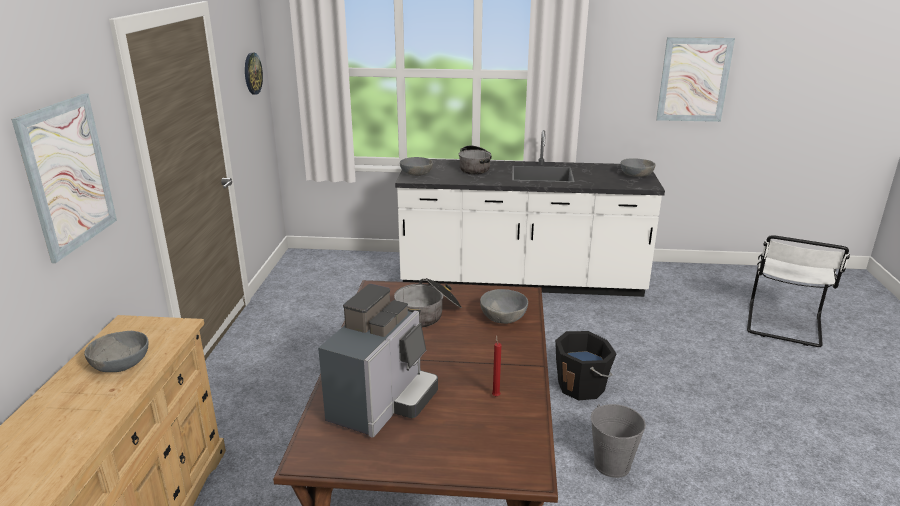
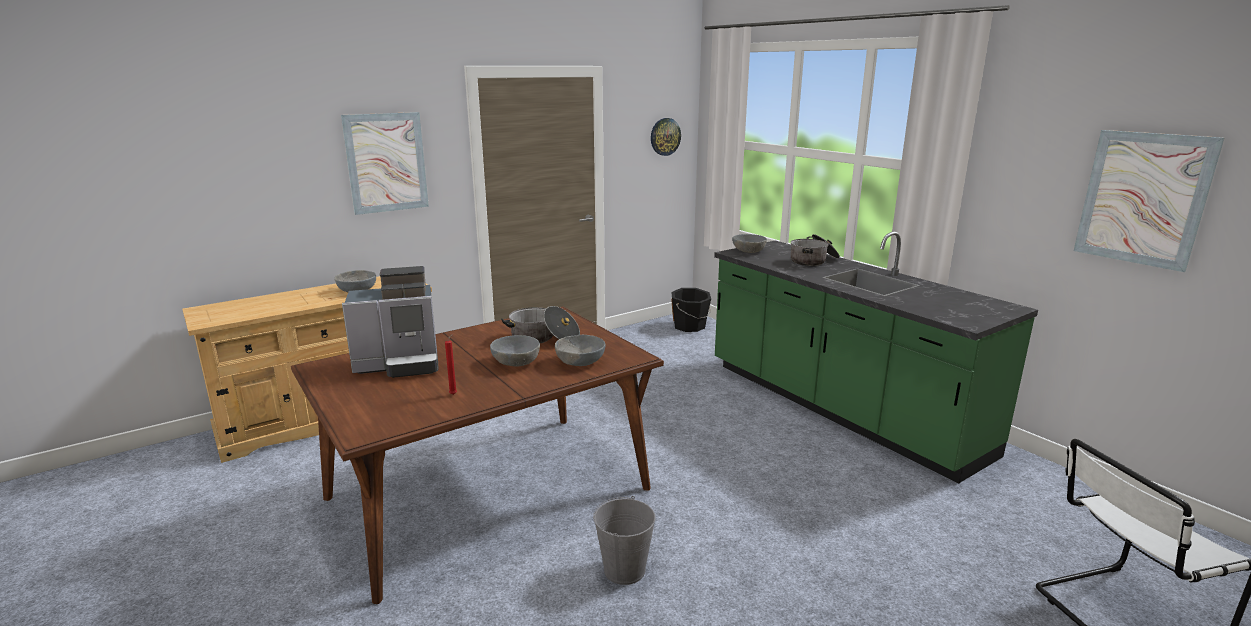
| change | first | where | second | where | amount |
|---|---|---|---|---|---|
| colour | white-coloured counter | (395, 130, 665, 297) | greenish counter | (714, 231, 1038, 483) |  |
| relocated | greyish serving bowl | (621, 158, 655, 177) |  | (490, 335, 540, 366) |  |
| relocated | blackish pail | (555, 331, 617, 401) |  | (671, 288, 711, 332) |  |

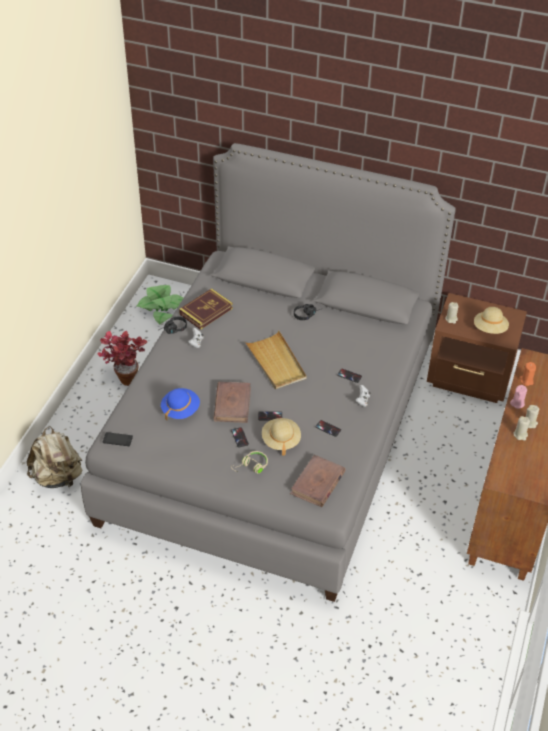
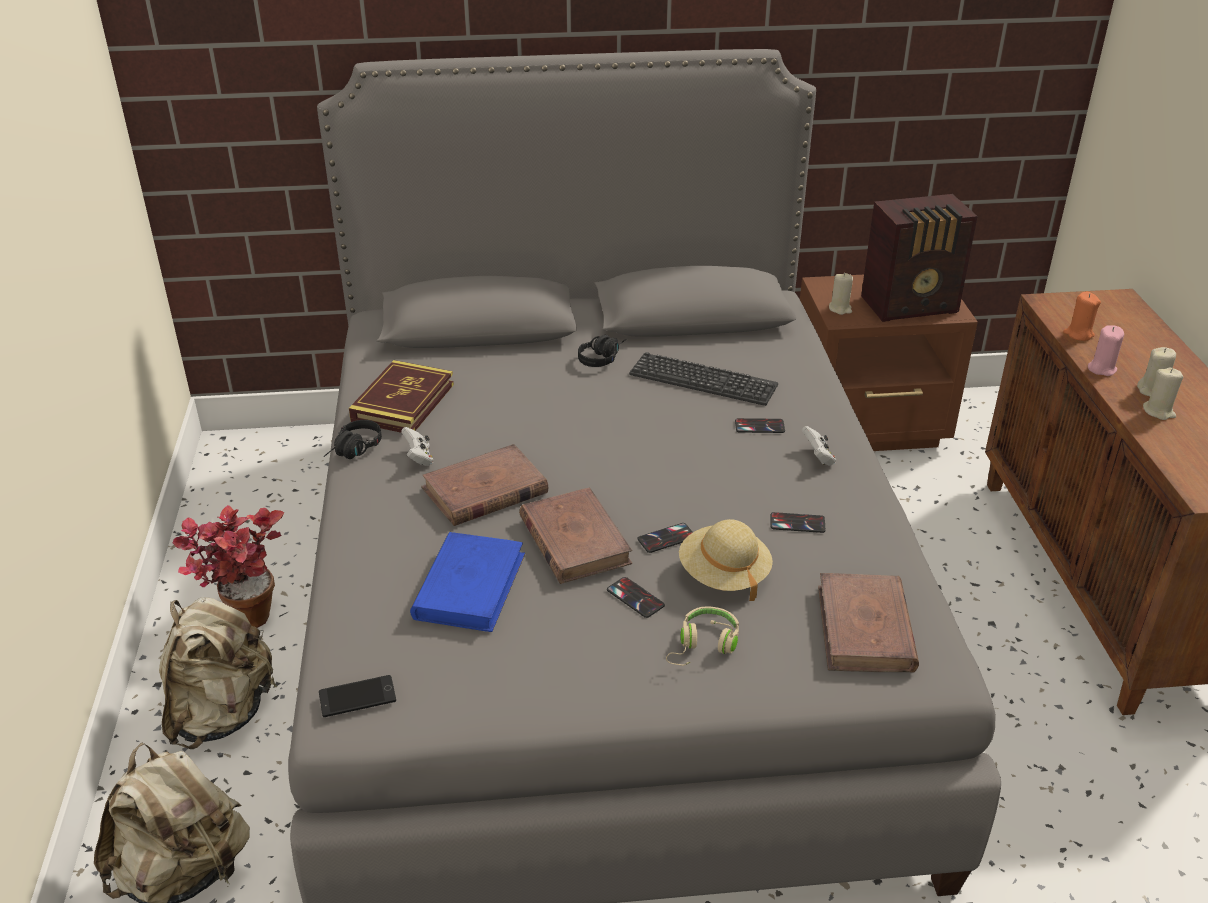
| change | first | where | second | where | amount |
|---|---|---|---|---|---|
| missing | potted plant | (137, 285, 184, 325) |  |  |  |
| exchanged | beige clothing hat | (474, 307, 509, 334) | radio receiver | (861, 194, 978, 322) |  |
| missing | beige carrying tray | (244, 331, 307, 389) |  |  |  |
| exchanged | bluish clothing hat | (161, 388, 200, 421) | bluish bound book | (410, 532, 525, 632) |  |
| appeared |  |  | PC keyboard | (629, 352, 778, 406) |  |
| appeared |  |  | brown-coloured bound book | (421, 444, 548, 526) |  |
| appeared |  |  | beige rucksack | (159, 597, 278, 749) |  |

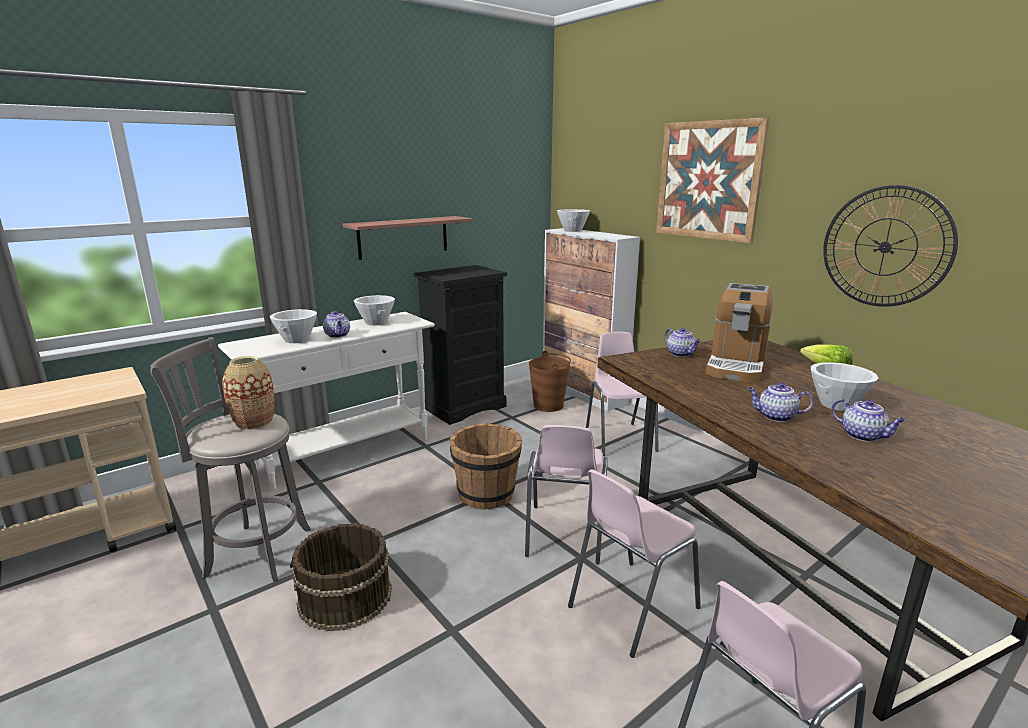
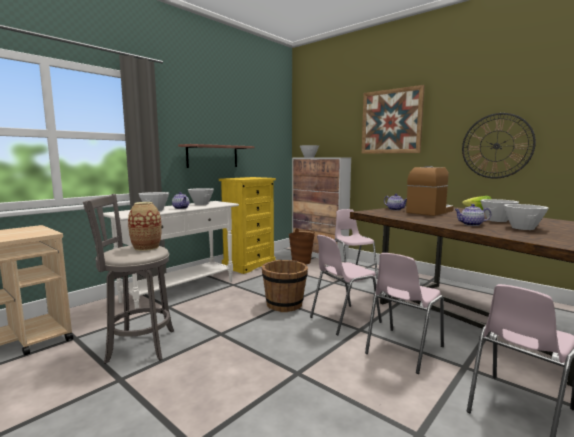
| change | first | where | second | where | amount |
|---|---|---|---|---|---|
| colour | blackish chest of drawers | (414, 265, 507, 425) | yellow-coloured chest of drawers | (219, 177, 276, 274) |  |
| spun | coffee maker | (706, 283, 773, 383) |  | (406, 166, 454, 216) | 150 degrees counterclockwise |
| exchanged | teapot | (831, 399, 906, 442) | white-coloured serving bowl | (504, 204, 548, 230) |  |
| spun | pink-coloured upright chair | (525, 425, 608, 564) |  | (310, 235, 382, 335) | 60 degrees clockwise |
| missing | brown-coloured pail | (290, 523, 392, 631) |  |  |  |

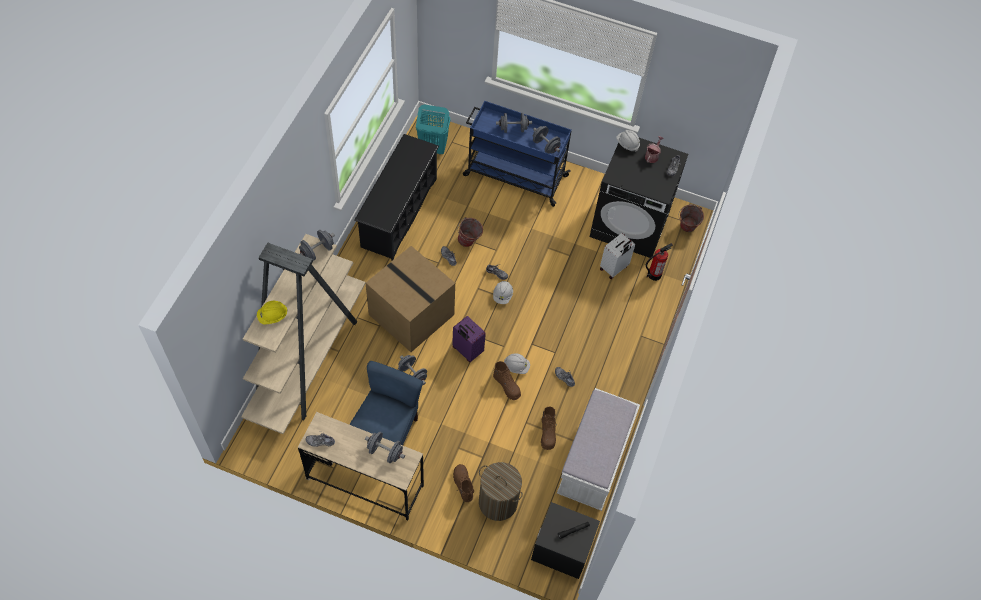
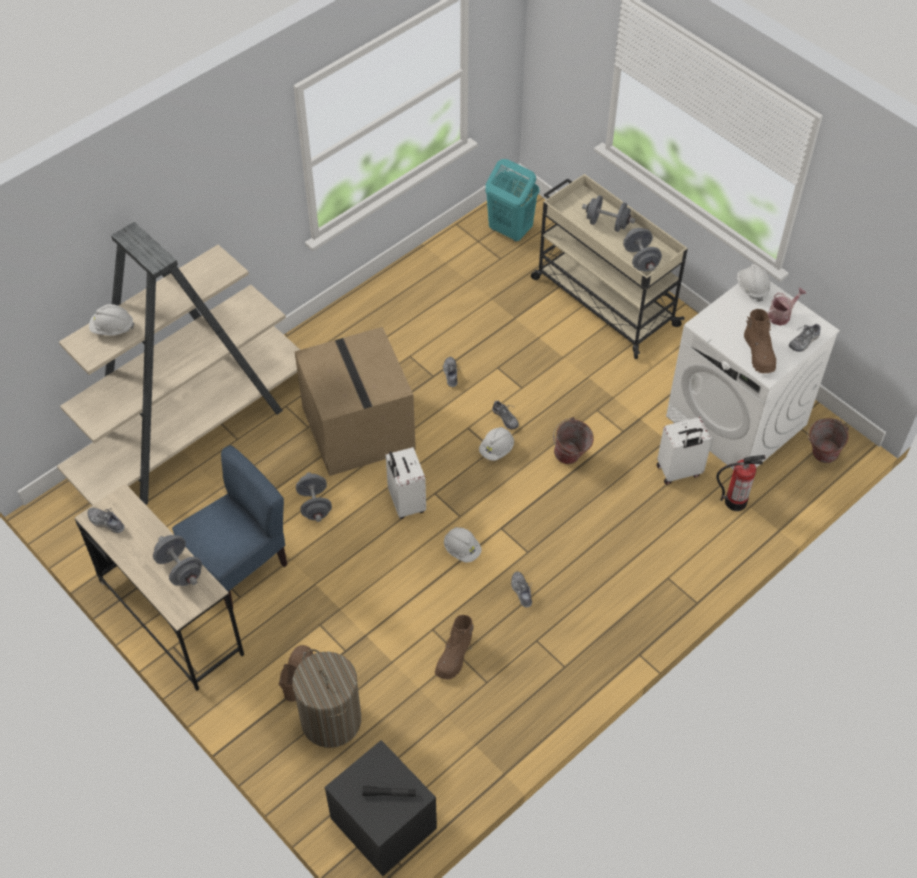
| change | first | where | second | where | amount |
|---|---|---|---|---|---|
| colour | bluish wheeled cart | (463, 101, 572, 207) | beige wheeled cart | (531, 174, 688, 359) |  |
| missing | blackish shoe stand | (354, 134, 439, 261) |  |  |  |
| colour | blackish washing machine | (590, 138, 688, 258) | white-coloured washing machine | (666, 281, 840, 470) |  |
| relocated | pail | (458, 217, 483, 247) |  | (553, 417, 594, 464) |  |
| missing | greyish dumbbell | (299, 230, 335, 261) |  |  |  |
| colour | yellow-coloured safety helmet | (257, 301, 288, 325) | white-coloured safety helmet | (89, 304, 134, 336) |  |
| colour | purplish travel case | (452, 316, 486, 362) | white-coloured travel case | (386, 447, 426, 519) |  |
| relocated | brown-coloured high-top boot | (493, 361, 521, 400) |  | (744, 309, 776, 373) |  |
| missing | white-coloured indoor bench | (557, 388, 640, 511) |  |  |  |

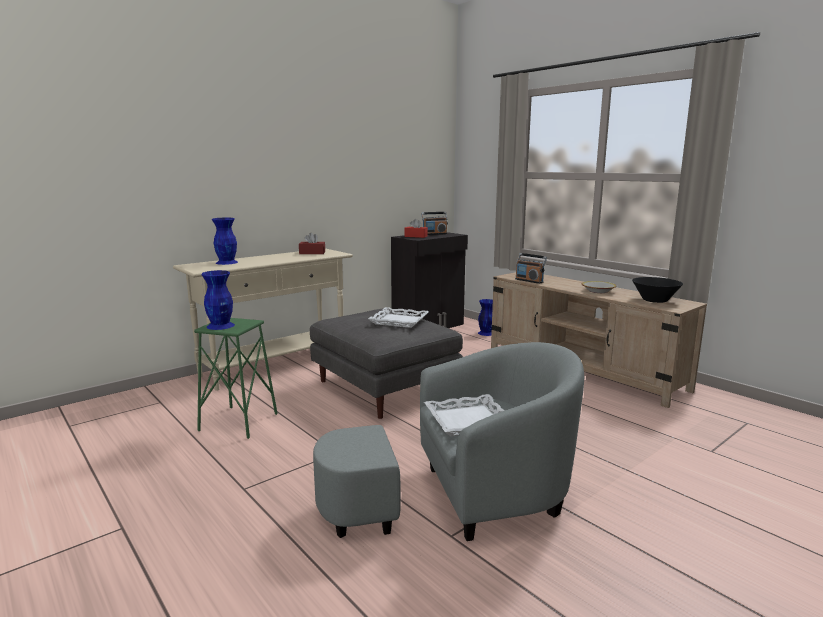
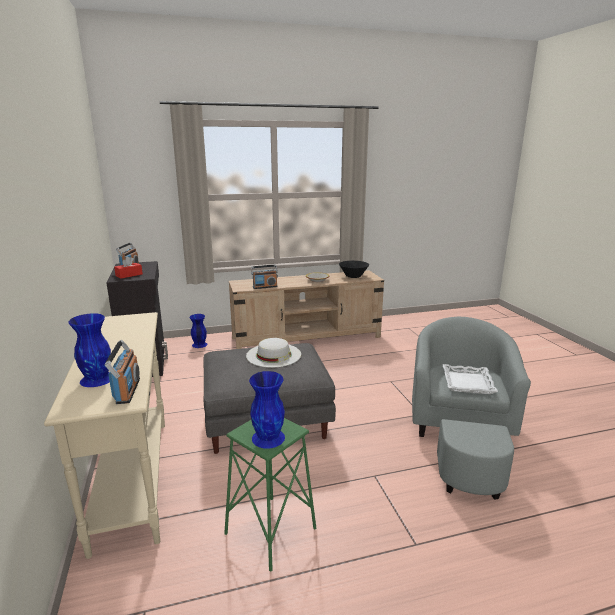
| change | first | where | second | where | amount |
|---|---|---|---|---|---|
| missing | red tissue holder | (299, 233, 325, 254) |  |  |  |
| exchanged | white-coloured carrying tray | (368, 307, 429, 328) | white-coloured clothing hat | (246, 338, 301, 368) |  |
| appeared |  |  | radio receiver | (105, 340, 140, 404) |  |

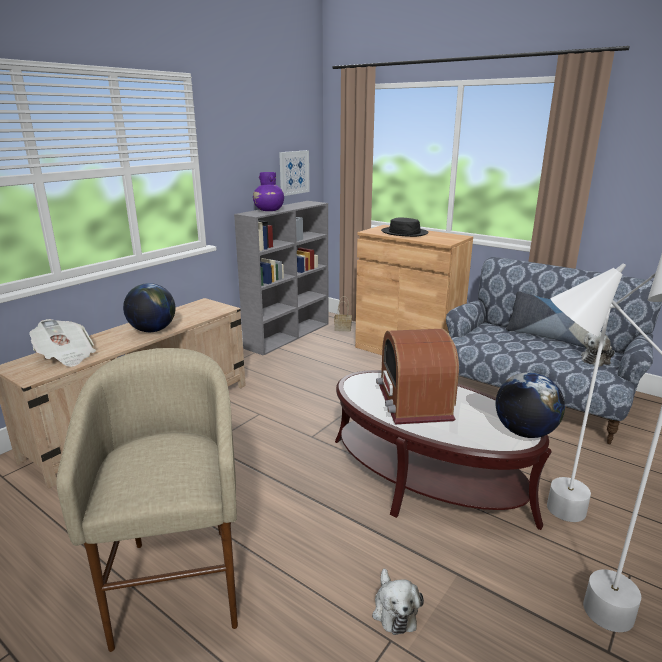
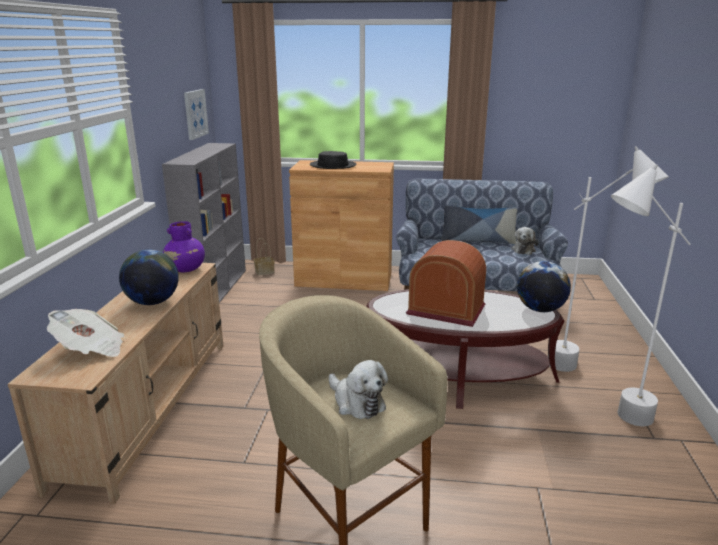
| change | first | where | second | where | amount |
|---|---|---|---|---|---|
| relocated | purplish flower vase | (253, 172, 284, 211) |  | (163, 221, 205, 272) |  |
| spun | radio receiver | (376, 329, 459, 424) |  | (406, 240, 486, 327) | 150 degrees clockwise |
| relocated | soft toy | (372, 569, 424, 635) |  | (329, 360, 388, 419) |  |

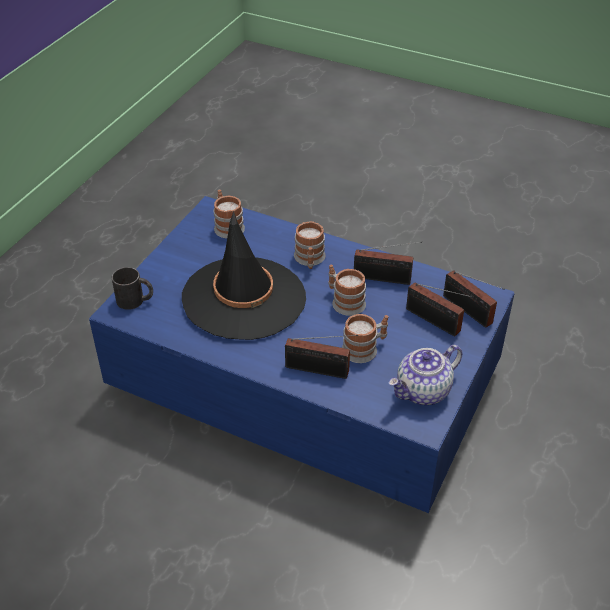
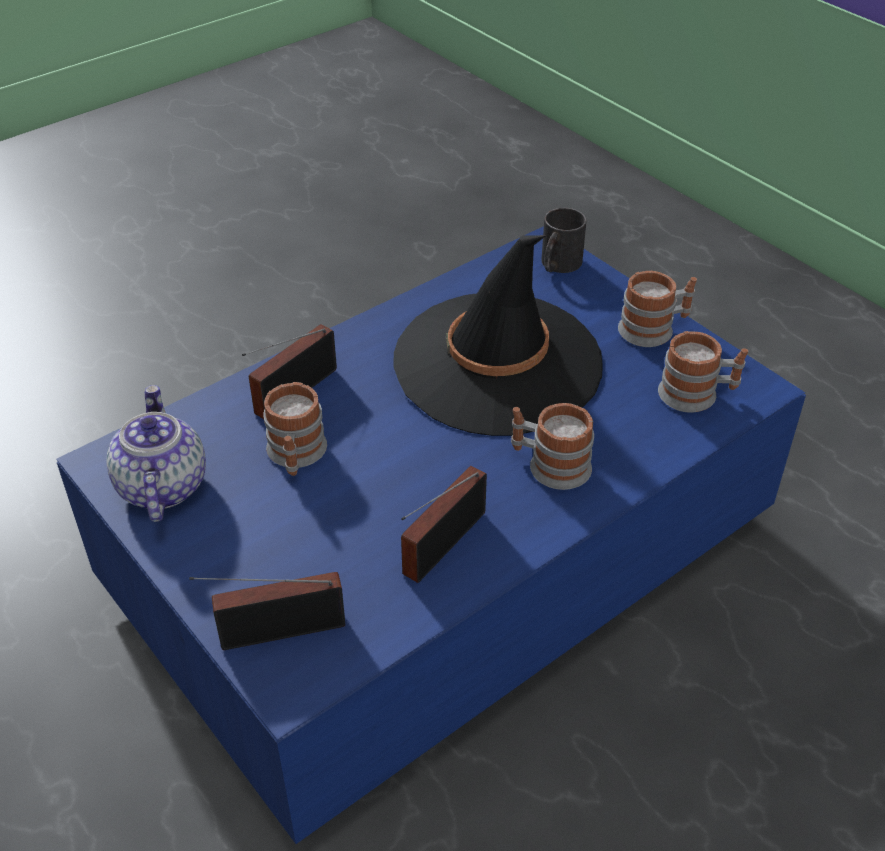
| change | first | where | second | where | amount |
|---|---|---|---|---|---|
| relocated | mug | (328, 265, 366, 316) |  | (618, 271, 697, 347) |  |
| missing | radio receiver | (406, 282, 472, 336) |  |  |  |

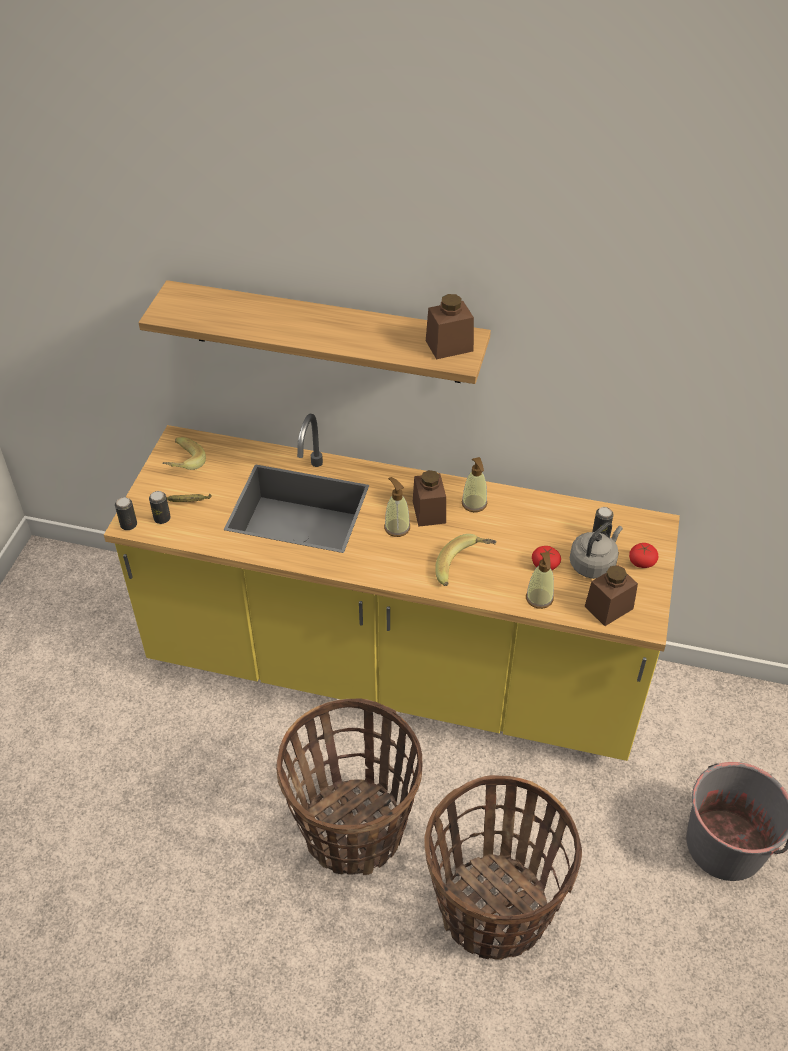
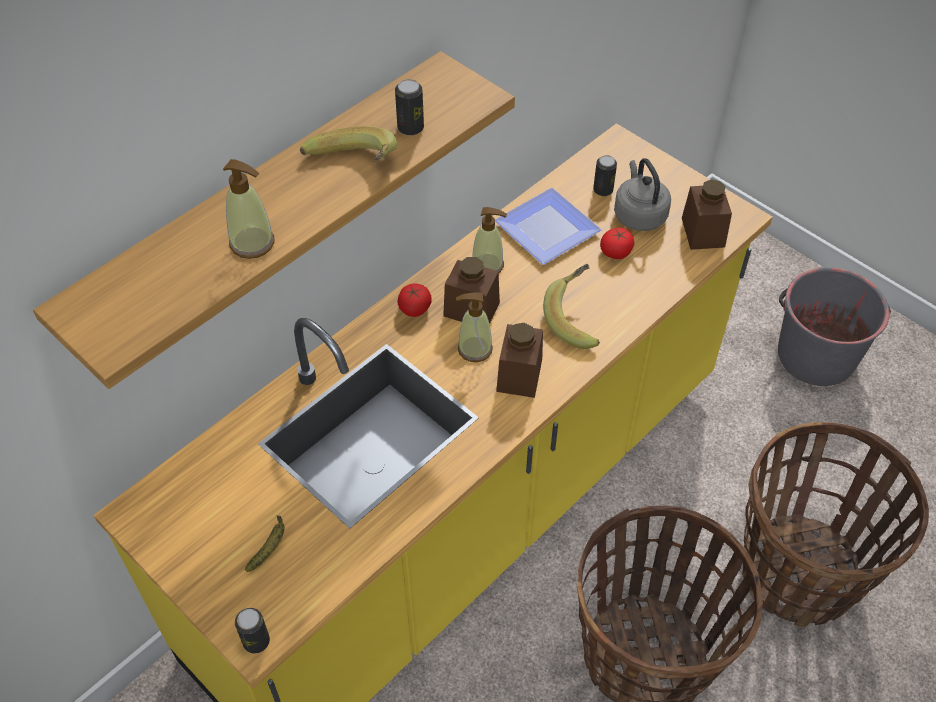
| change | first | where | second | where | amount |
|---|---|---|---|---|---|
| relocated | brown-coloured storage jar | (426, 294, 474, 359) |  | (496, 323, 543, 398) |  |
| relocated | banana fruit | (162, 437, 206, 470) |  | (300, 126, 397, 162) |  |
| relocated | sealed can | (149, 491, 171, 524) |  | (395, 79, 424, 136) |  |
| relocated | fresh tomato | (629, 543, 658, 568) |  | (398, 284, 432, 317) |  |
| relocated | soap dispenser | (526, 552, 554, 609) |  | (223, 159, 275, 259) |  |
| appeared |  |  | flat dish | (495, 188, 601, 265) |  |

